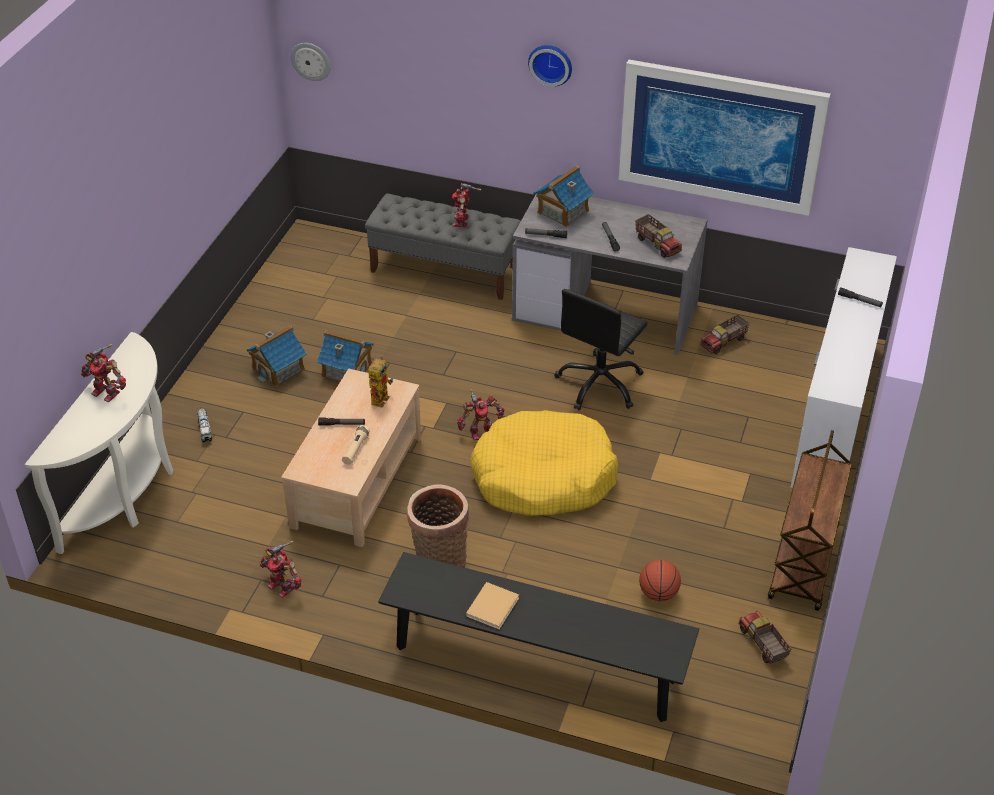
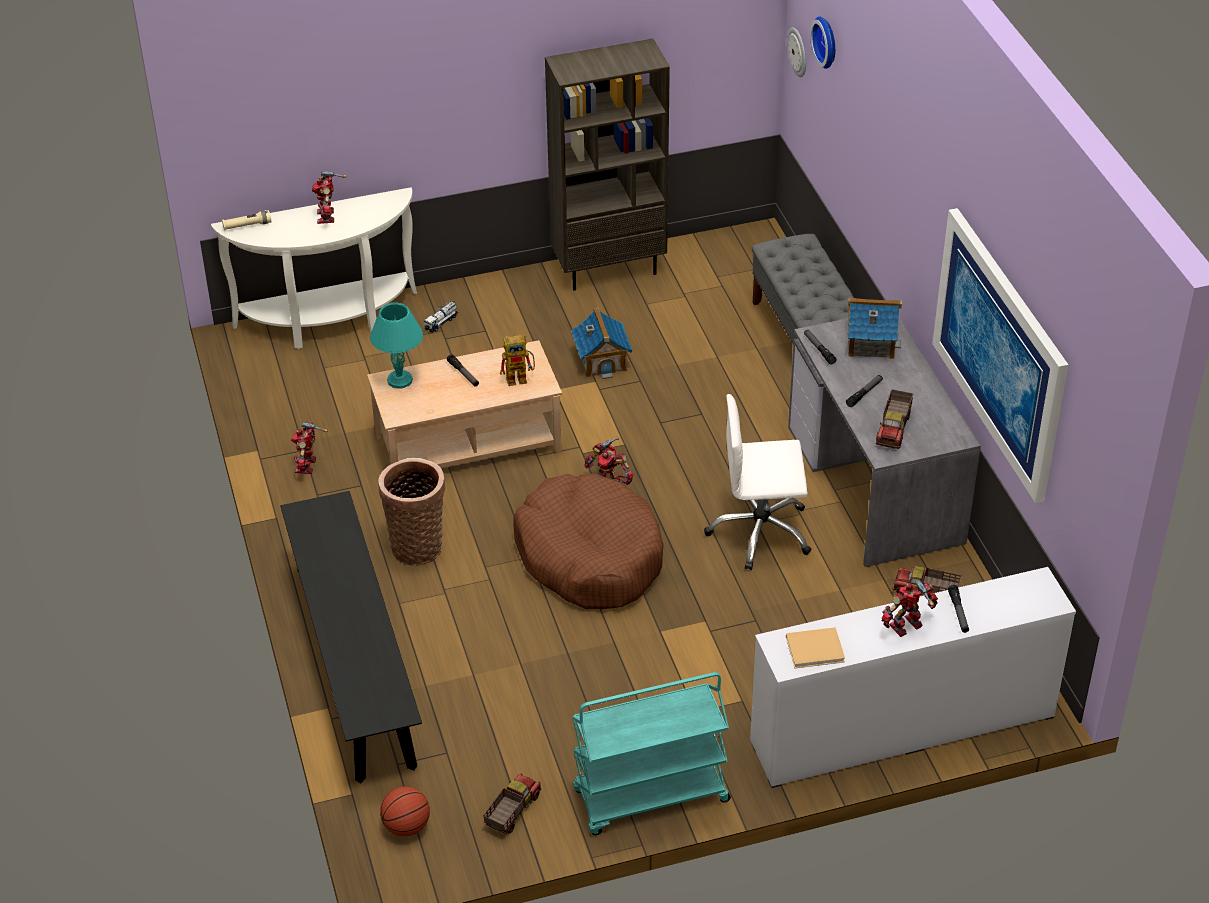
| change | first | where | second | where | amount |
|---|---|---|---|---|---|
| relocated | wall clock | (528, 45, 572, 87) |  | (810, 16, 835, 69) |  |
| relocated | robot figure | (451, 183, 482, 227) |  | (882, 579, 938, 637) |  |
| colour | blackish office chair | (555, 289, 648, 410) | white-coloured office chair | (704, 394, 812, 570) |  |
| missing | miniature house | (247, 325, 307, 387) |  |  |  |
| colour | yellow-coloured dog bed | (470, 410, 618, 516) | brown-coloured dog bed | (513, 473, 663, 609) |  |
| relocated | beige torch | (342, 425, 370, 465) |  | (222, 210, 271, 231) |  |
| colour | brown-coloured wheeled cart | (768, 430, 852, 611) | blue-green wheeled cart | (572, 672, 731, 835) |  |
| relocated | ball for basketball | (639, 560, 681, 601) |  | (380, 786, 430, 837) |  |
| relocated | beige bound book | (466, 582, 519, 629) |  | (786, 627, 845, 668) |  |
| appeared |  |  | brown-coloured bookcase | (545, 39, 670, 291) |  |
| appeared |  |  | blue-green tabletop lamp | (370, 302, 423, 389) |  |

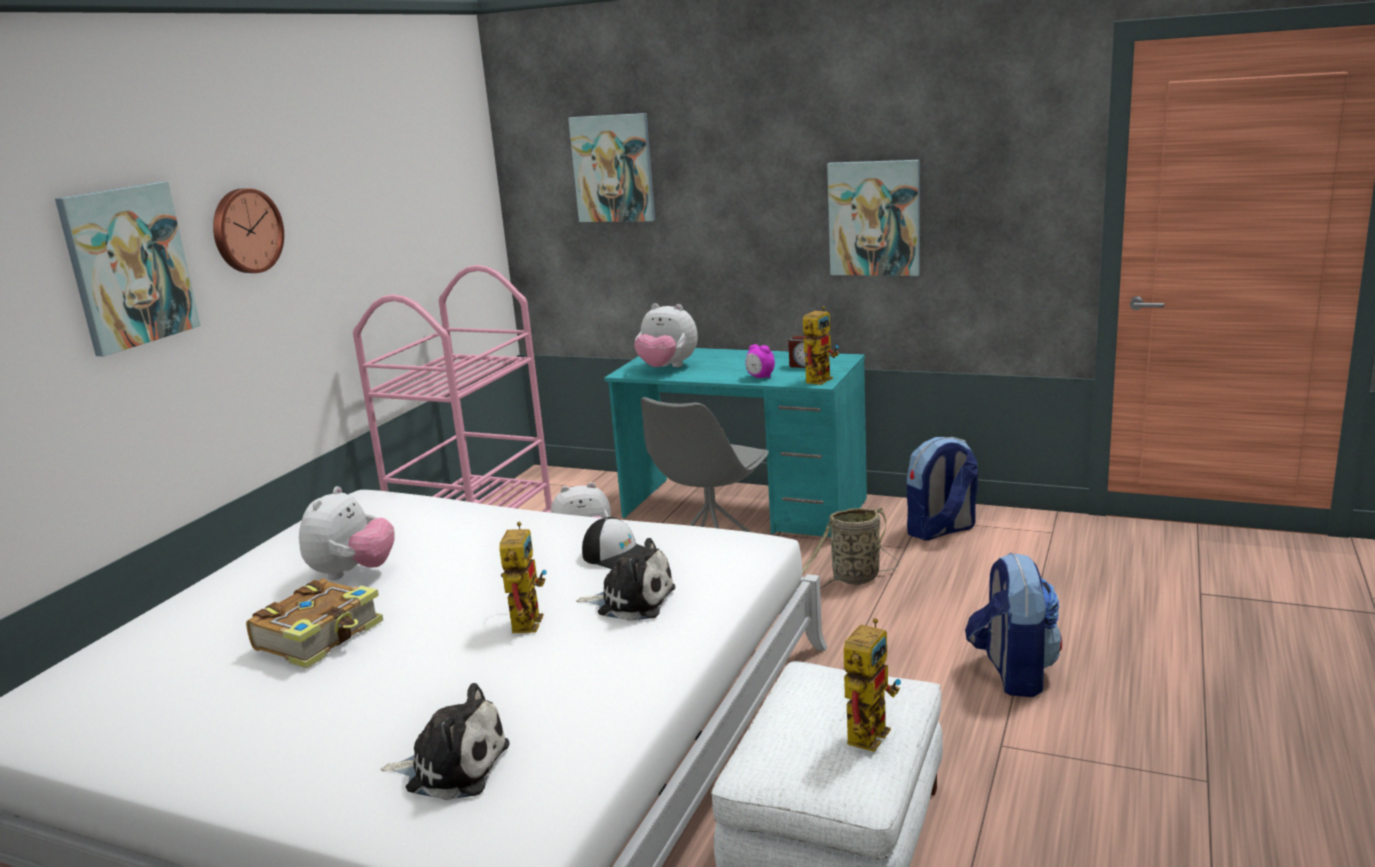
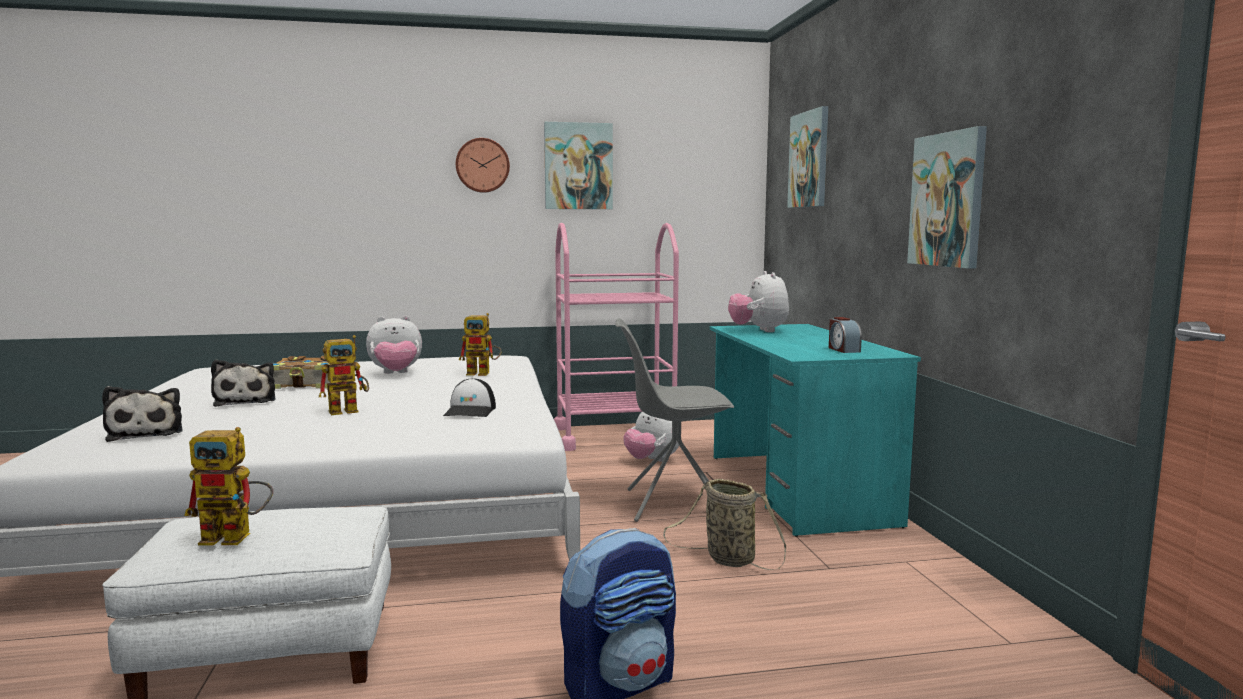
| change | first | where | second | where | amount |
|---|---|---|---|---|---|
| relocated | picture | (55, 181, 201, 357) |  | (544, 122, 613, 209) |  |
| relocated | robot figure | (803, 306, 839, 385) |  | (459, 313, 502, 376) |  |
| missing | bedside clock | (745, 344, 775, 378) |  |  |  |
| missing | rucksack | (907, 437, 978, 540) |  |  |  |
| relocated | soft toy | (576, 538, 675, 621) |  | (211, 360, 276, 407) |  |

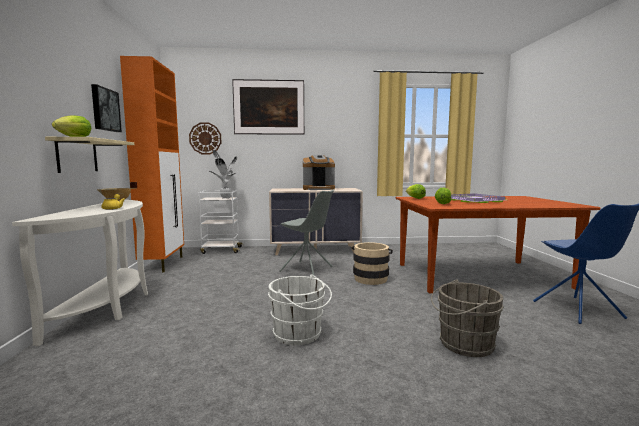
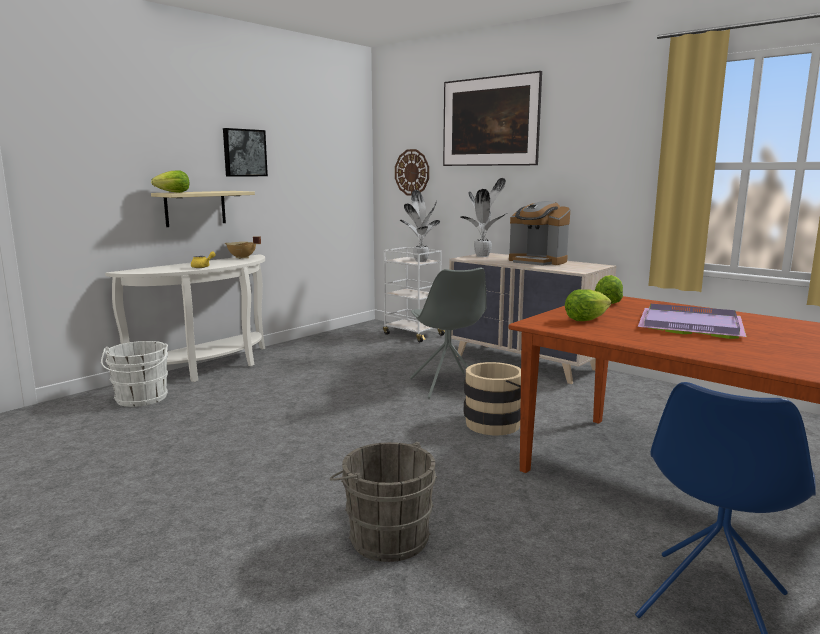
| change | first | where | second | where | amount |
|---|---|---|---|---|---|
| missing | orange cabinet | (120, 56, 184, 272) |  |  |  |
| relocated | white-coloured pail | (268, 274, 332, 345) |  | (101, 341, 168, 407) |  |
| appeared |  |  | potted plant | (460, 178, 507, 257) |  |

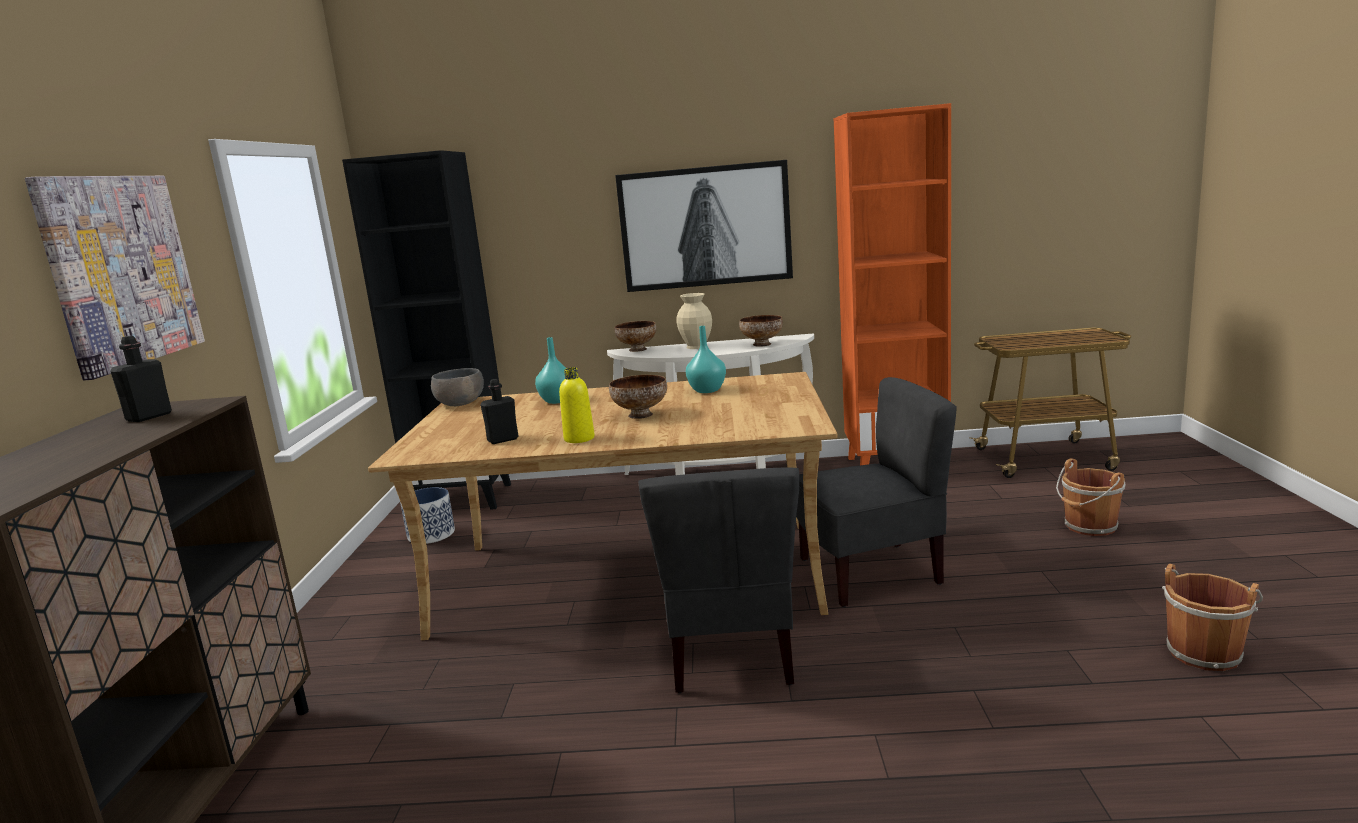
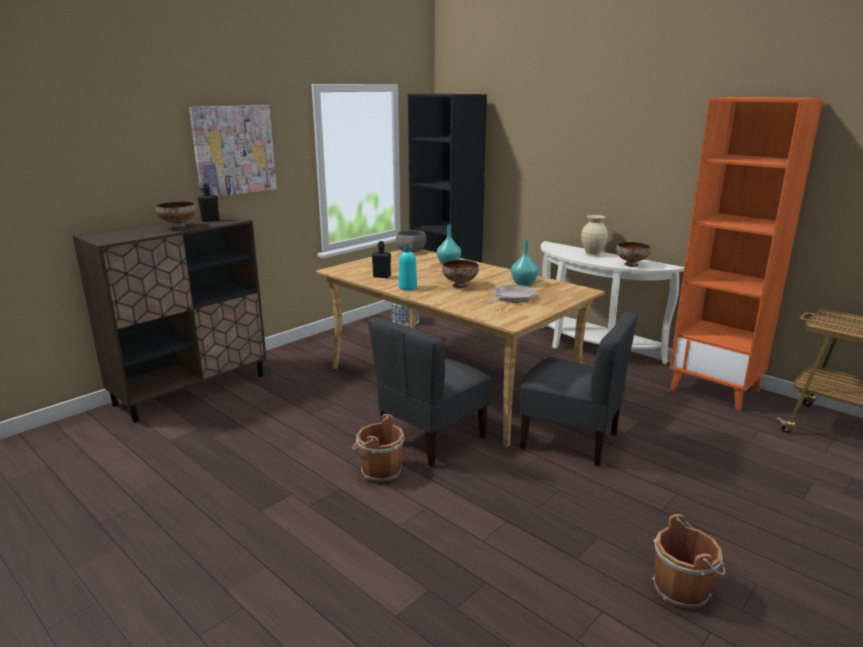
| change | first | where | second | where | amount |
|---|---|---|---|---|---|
| missing | picture | (615, 160, 793, 292) |  |  |  |
| relocated | serving bowl | (615, 321, 656, 352) |  | (156, 201, 196, 229) |  |
| colour | yellow-coloured beverage bottle | (559, 367, 595, 443) | blue-green beverage bottle | (399, 245, 417, 290) |  |
| relocated | brown-coloured pail | (1056, 458, 1126, 536) |  | (351, 414, 404, 483) |  |
| appeared |  |  | skillet | (488, 285, 537, 303) |  |

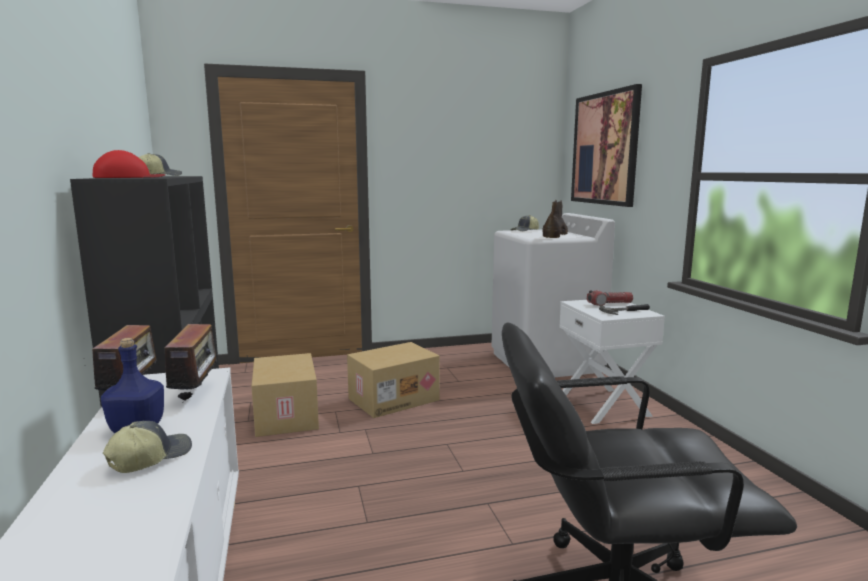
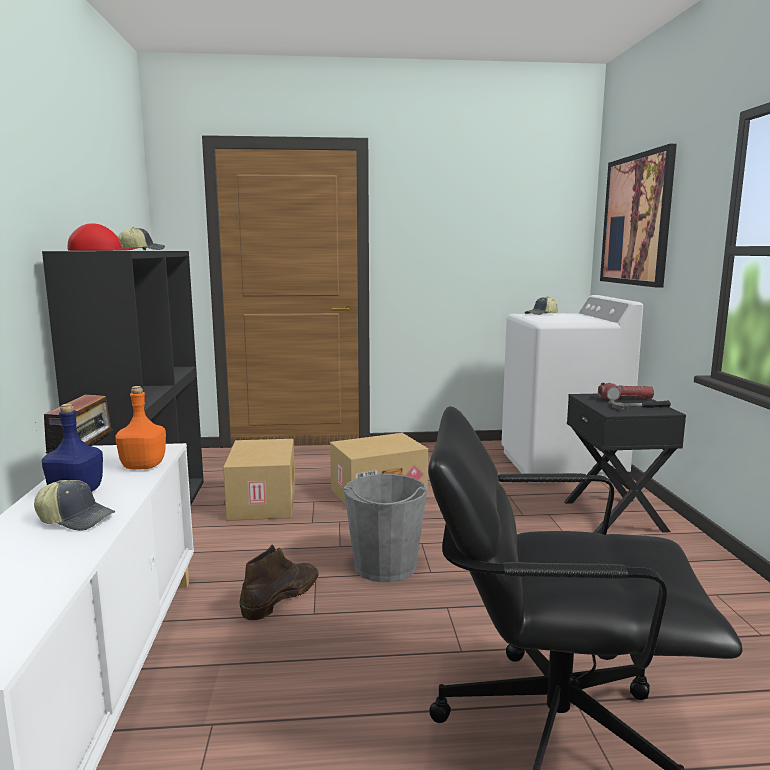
| change | first | where | second | where | amount |
|---|---|---|---|---|---|
| relocated | brown-coloured high-top boot | (542, 200, 568, 238) |  | (240, 544, 319, 620) |  |
| colour | white-coloured nightstand | (559, 300, 665, 424) | blackish nightstand | (564, 394, 686, 534) |  |
| exchanged | radio receiver | (157, 320, 217, 403) | orange beverage bottle | (115, 386, 166, 470) |  |
| spun | baseball cap | (103, 421, 192, 473) |  | (34, 480, 115, 531) | 60 degrees clockwise |
| appeared |  |  | greyish pail | (344, 474, 427, 582) |  |

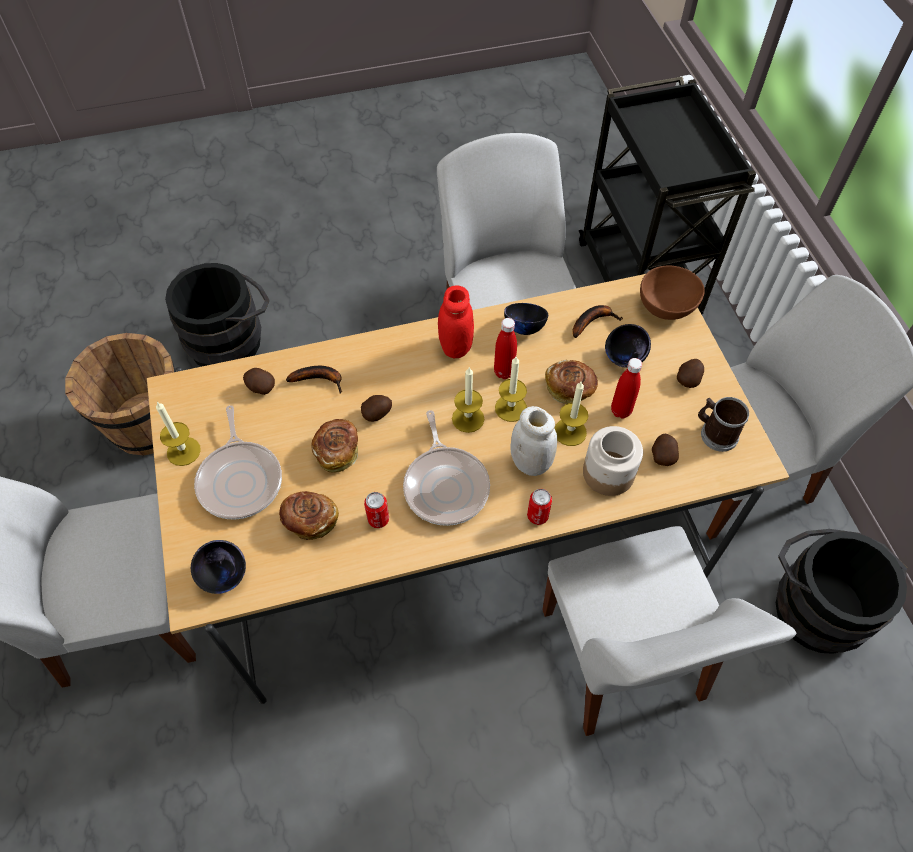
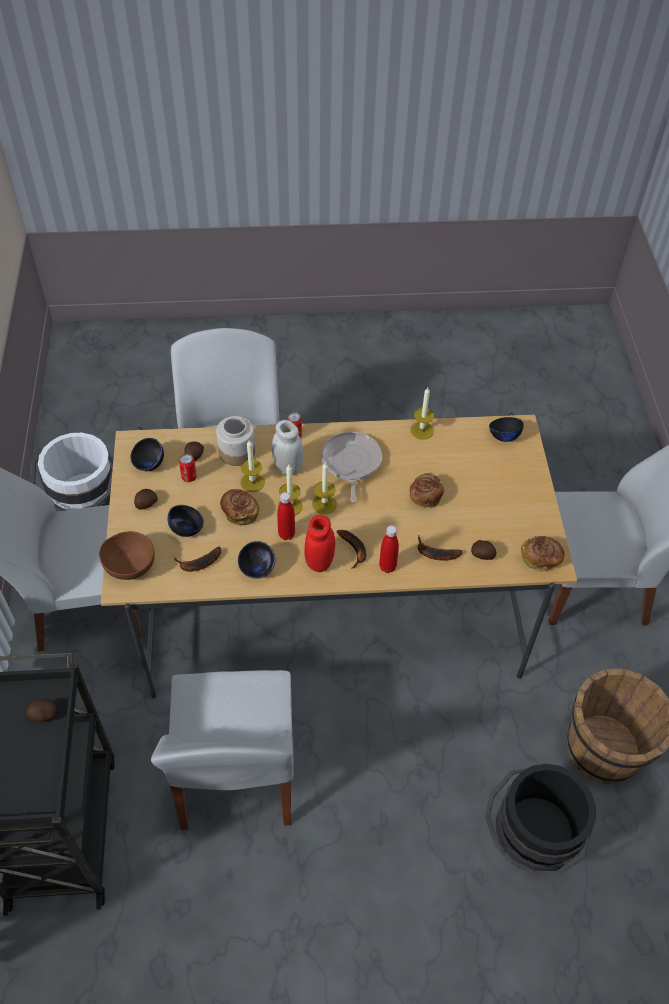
| change | first | where | second | where | amount |
|---|---|---|---|---|---|
| relocated | red beverage bottle | (611, 358, 642, 419) |  | (379, 525, 399, 573) |  |
| relocated | potato | (361, 395, 392, 422) |  | (26, 699, 57, 722) |  |
| exchanged | mug | (698, 397, 749, 452) | blackish serving bowl | (131, 438, 164, 471) |  |
| relocated | wax light | (156, 402, 201, 466) |  | (410, 387, 434, 440) |  |
| missing | skillet | (194, 405, 282, 520) |  |  |  |
| relocated | baked bread | (279, 491, 339, 540) |  | (521, 536, 564, 572) |  |
| relocated | sealed can | (364, 492, 389, 528) |  | (179, 454, 197, 482) |  |
| colour | blackish pail | (776, 529, 907, 654) | white-coloured pail | (31, 433, 113, 512) |  |
| appeared |  |  | banana fruit | (336, 530, 366, 568) |  |

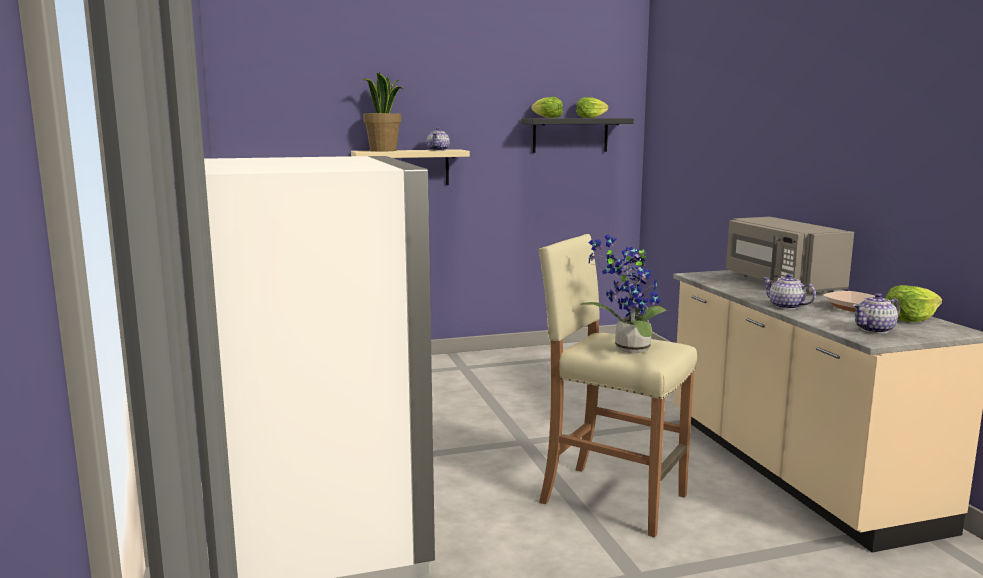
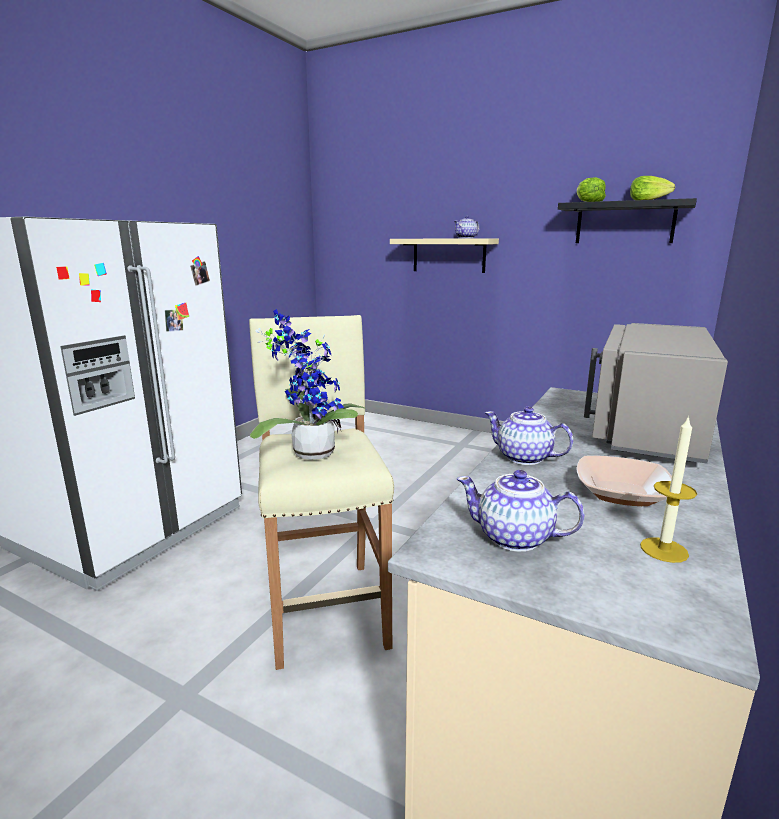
| change | first | where | second | where | amount |
|---|---|---|---|---|---|
| missing | potted plant | (362, 72, 403, 151) |  |  |  |
| spun | teapot | (763, 274, 816, 309) |  | (485, 407, 573, 465) | 60 degrees counterclockwise |
| exchanged | head of lettuce | (885, 285, 942, 322) | wax light | (640, 415, 697, 563) |  |

